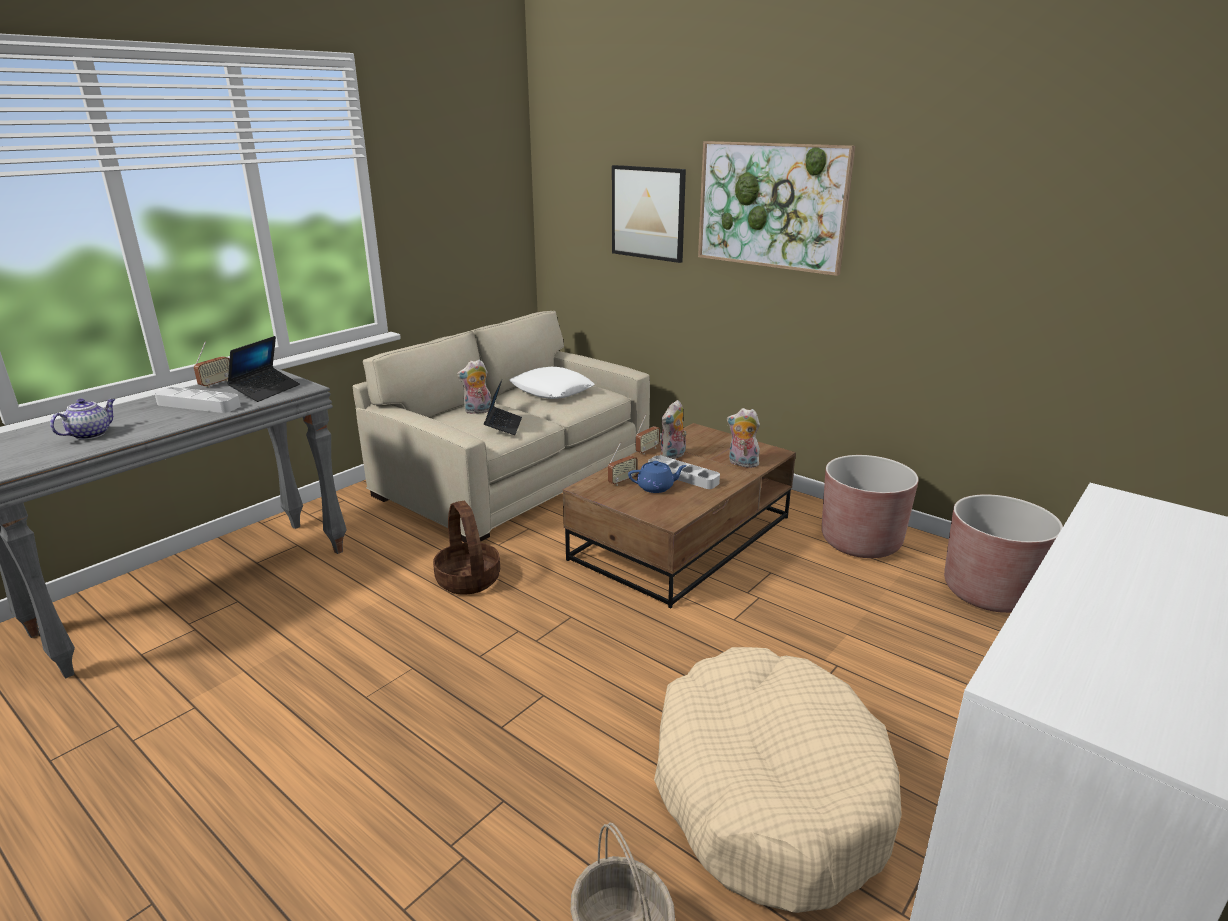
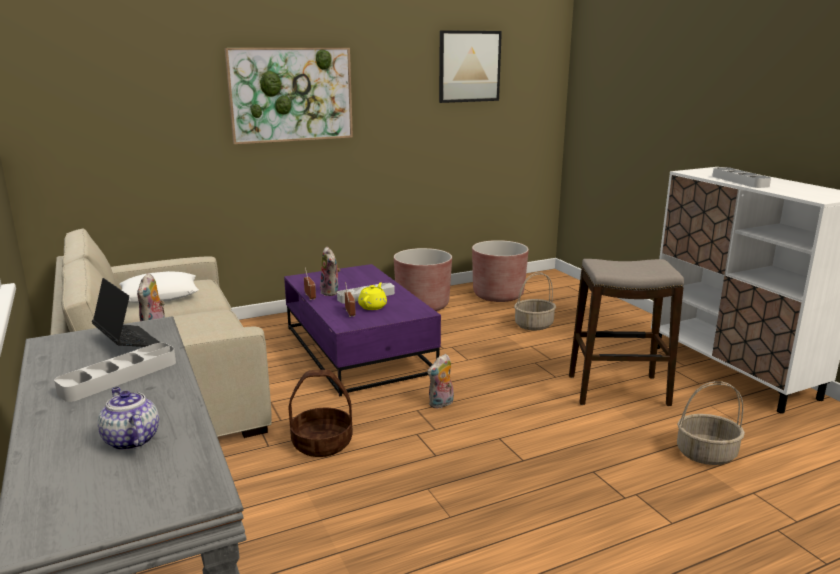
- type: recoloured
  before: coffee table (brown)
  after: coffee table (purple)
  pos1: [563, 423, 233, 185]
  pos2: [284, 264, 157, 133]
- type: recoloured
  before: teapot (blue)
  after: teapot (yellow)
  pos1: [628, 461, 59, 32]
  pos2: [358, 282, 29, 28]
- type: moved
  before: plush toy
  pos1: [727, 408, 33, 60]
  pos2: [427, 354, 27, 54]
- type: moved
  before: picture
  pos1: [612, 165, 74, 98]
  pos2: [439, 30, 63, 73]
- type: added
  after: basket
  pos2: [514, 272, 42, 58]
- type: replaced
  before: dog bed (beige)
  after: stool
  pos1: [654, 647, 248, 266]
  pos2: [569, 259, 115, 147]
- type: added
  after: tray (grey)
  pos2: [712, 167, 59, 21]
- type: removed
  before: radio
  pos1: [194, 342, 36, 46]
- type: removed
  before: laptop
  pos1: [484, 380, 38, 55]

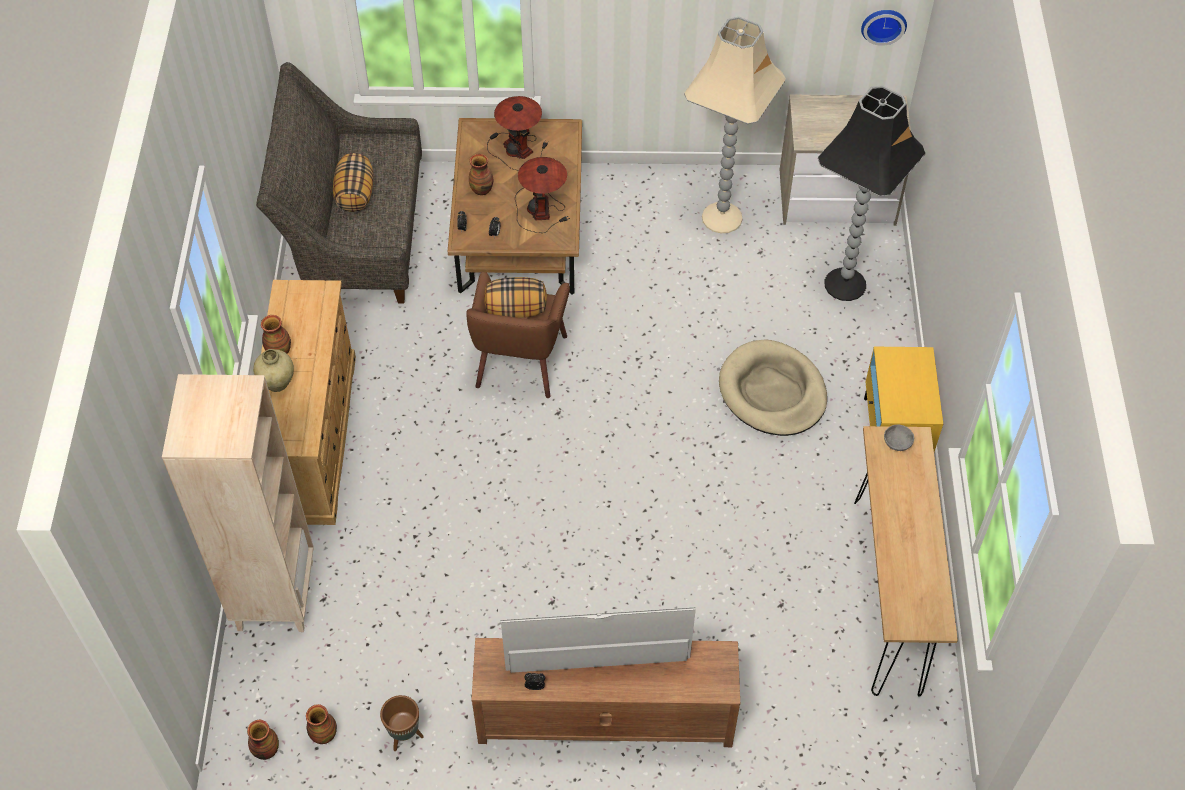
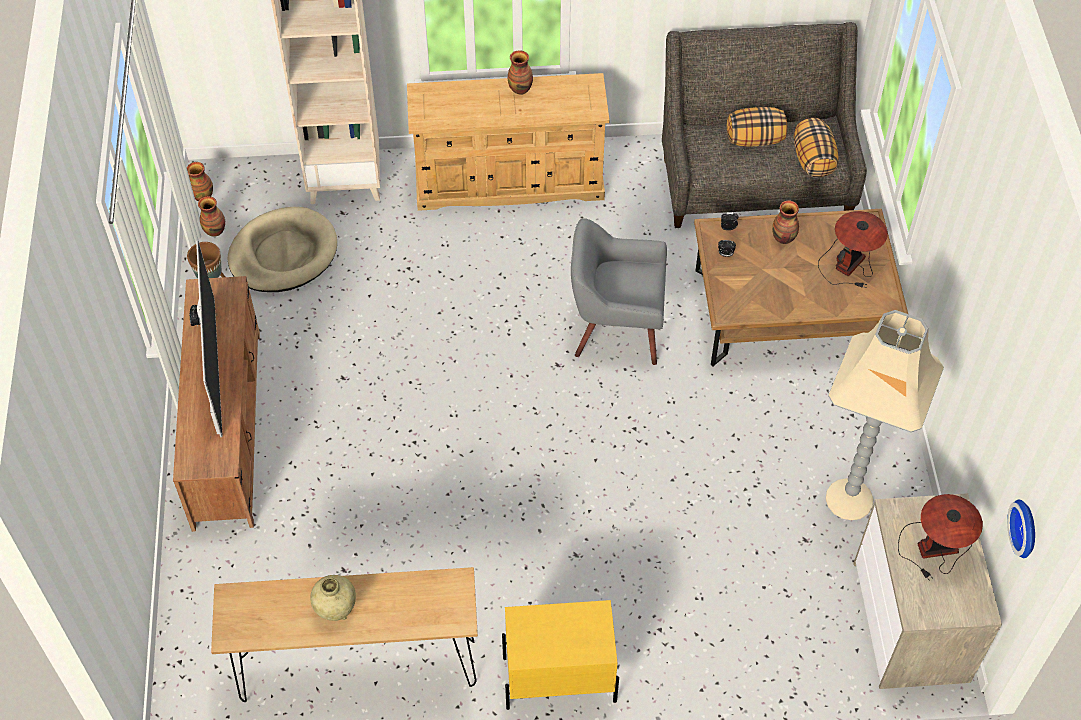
- type: moved
  before: dog bed (beige)
  pos1: [719, 339, 108, 97]
  pos2: [228, 207, 109, 85]
- type: moved
  before: vase (beige)
  pos1: [253, 349, 41, 43]
  pos2: [310, 575, 46, 46]
- type: recoloured
  before: armchair (brown)
  after: armchair (grey)
  pos1: [466, 272, 104, 126]
  pos2: [571, 218, 96, 147]
- type: moved
  before: pillow
  pos1: [484, 277, 63, 41]
  pos2: [794, 118, 45, 60]
- type: moved
  before: table lamp
  pos1: [515, 157, 55, 76]
  pos2: [898, 494, 85, 87]
- type: removed
  before: floor lamp (black)
  pos1: [818, 85, 108, 216]
- type: removed
  before: bowl (grey)
  pos1: [884, 424, 30, 27]

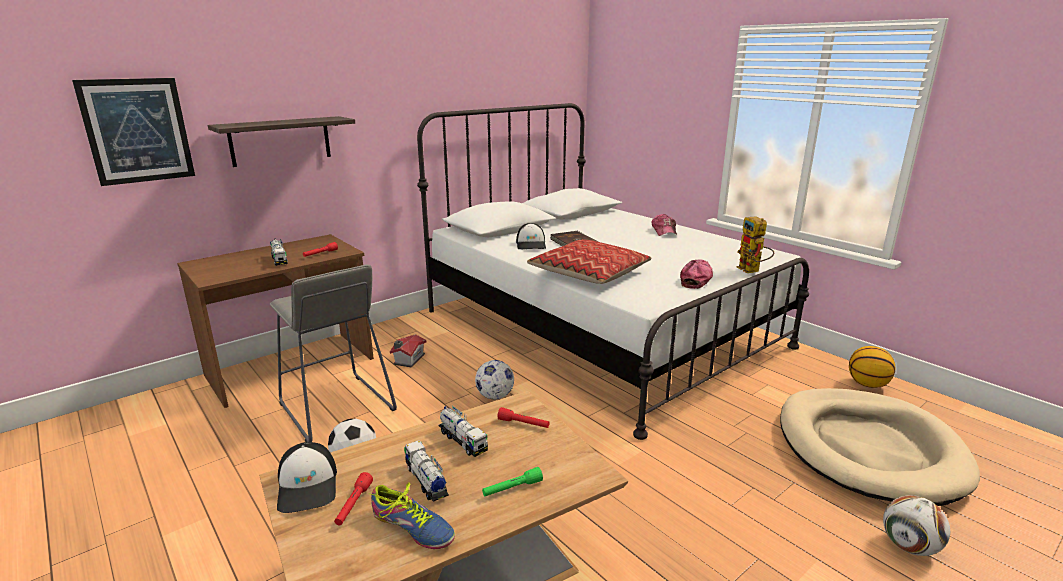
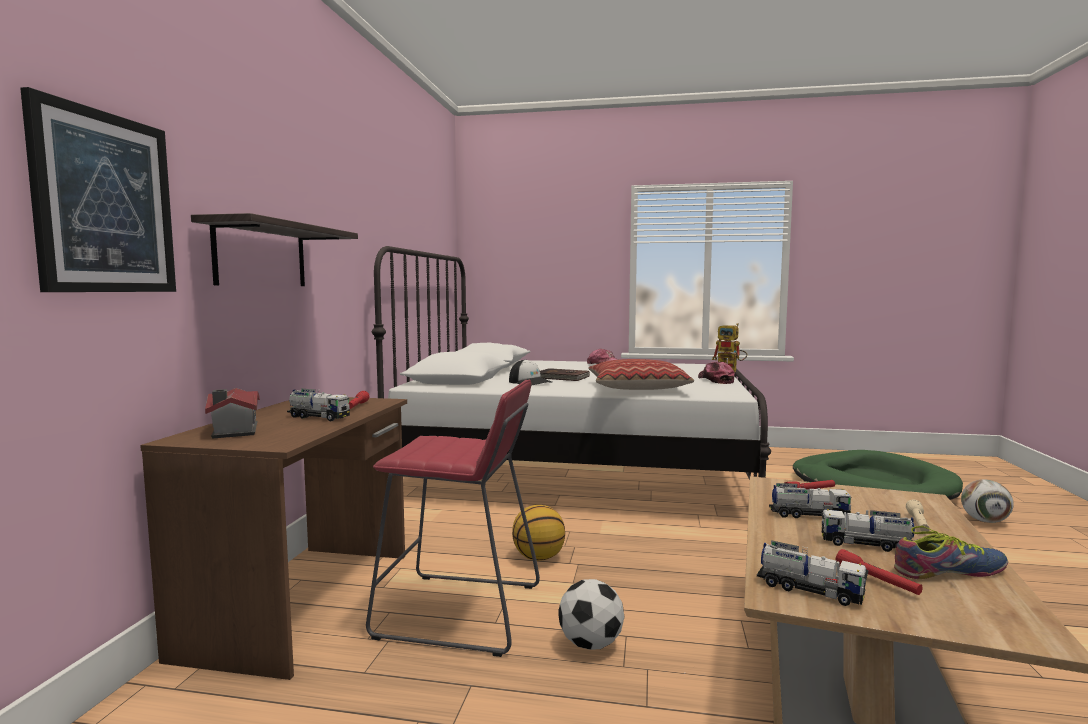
- type: moved
  before: toy house
  pos1: [390, 334, 36, 34]
  pos2: [205, 388, 55, 51]
- type: recoloured
  before: stool (grey)
  after: stool (red)
  pos1: [270, 265, 127, 177]
  pos2: [366, 380, 174, 277]
- type: moved
  before: basketball
  pos1: [849, 346, 46, 42]
  pos2: [512, 505, 53, 56]
- type: replaced
  before: cap
  after: toy truck
  pos1: [277, 442, 60, 71]
  pos2: [757, 540, 112, 66]
- type: recoloured
  before: dog bed (beige)
  after: dog bed (green)
  pos1: [780, 388, 200, 118]
  pos2: [793, 450, 170, 50]
- type: recoloured
  before: flashlight (green)
  after: flashlight (beige)
  pos1: [482, 467, 61, 29]
  pos2: [906, 499, 23, 33]
- type: removed
  before: football
  pos1: [475, 360, 39, 40]

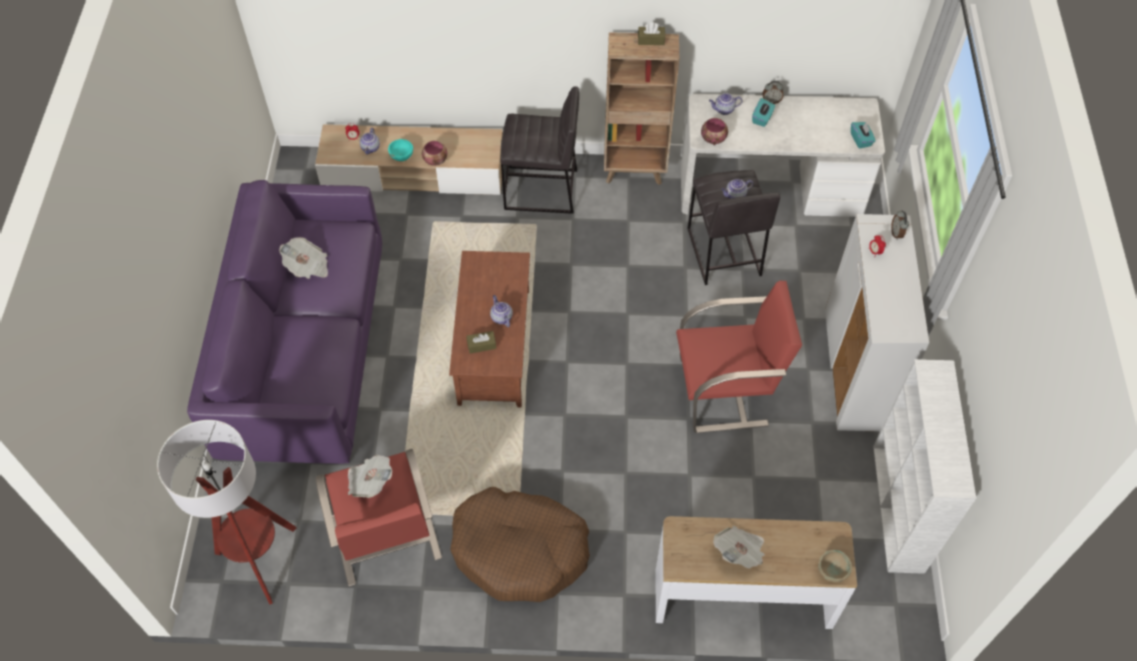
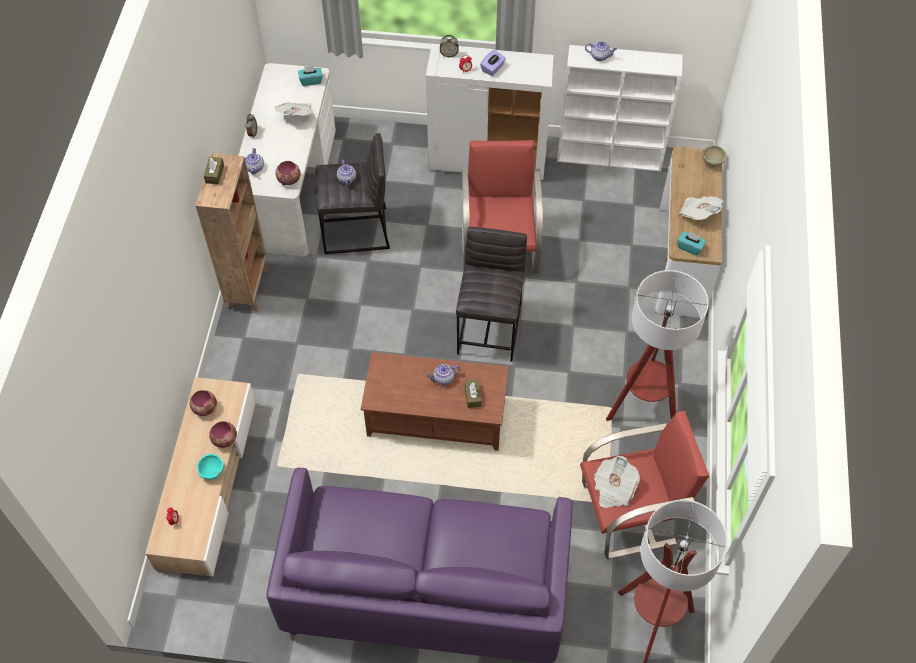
- type: added
  after: bowl
  pos2: [190, 390, 27, 26]
- type: moved
  before: newspaper
  pos1: [279, 237, 49, 42]
  pos2: [275, 102, 39, 14]
- type: moved
  before: stool (grey)
  pos1: [500, 87, 79, 127]
  pos2: [456, 227, 71, 134]
- type: added
  after: tissue box (purple)
  pos2: [480, 50, 26, 26]
- type: moved
  before: teapot
  pos1: [360, 128, 20, 26]
  pos2: [585, 41, 32, 20]
- type: replaced
  before: dog bed (brown)
  after: floor lamp
  pos1: [450, 487, 140, 115]
  pos2: [606, 270, 103, 151]
- type: moved
  before: tissue box (turquoise)
  pos1: [752, 98, 23, 29]
  pos2: [677, 232, 29, 24]

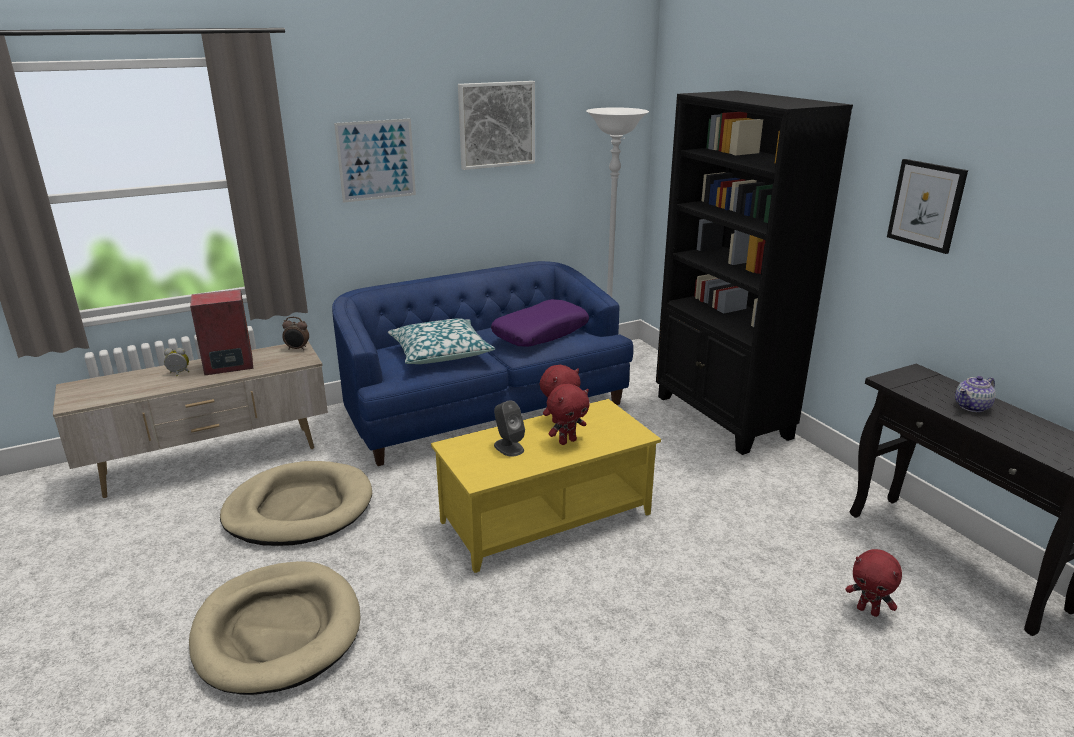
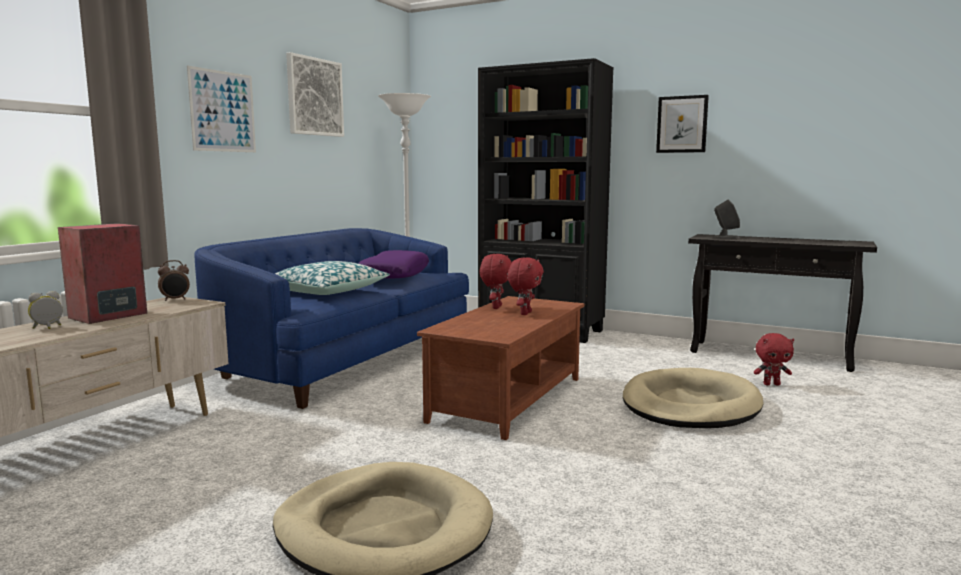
- type: recoloured
  before: coffee table (yellow)
  after: coffee table (brown)
  pos1: [431, 399, 230, 174]
  pos2: [417, 296, 167, 144]
- type: moved
  before: dog bed (beige)
  pos1: [220, 461, 152, 85]
  pos2: [623, 368, 141, 60]
- type: moved
  before: speaker (grey)
  pos1: [494, 400, 31, 57]
  pos2: [714, 199, 26, 39]
- type: removed
  before: teapot
  pos1: [955, 376, 41, 36]

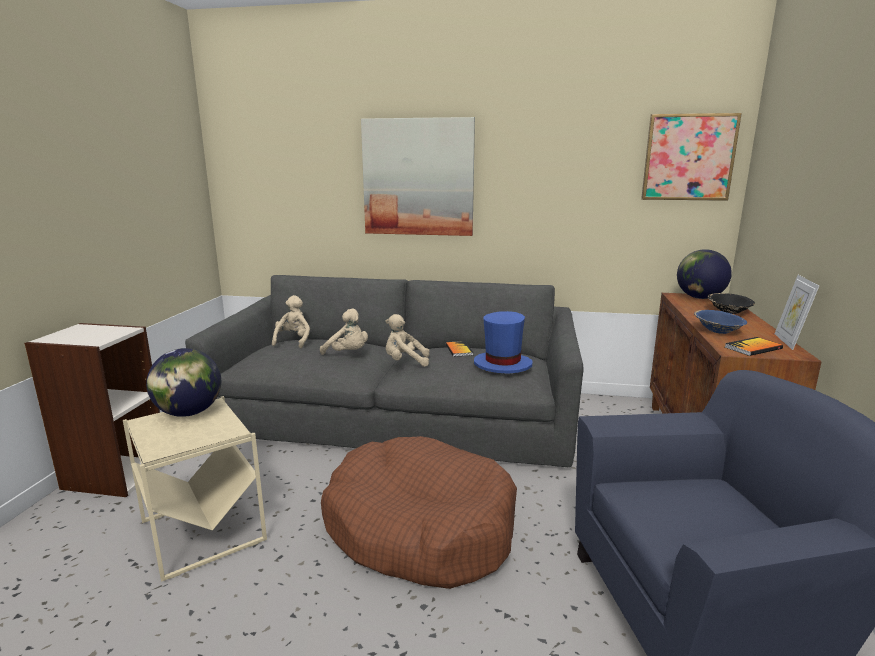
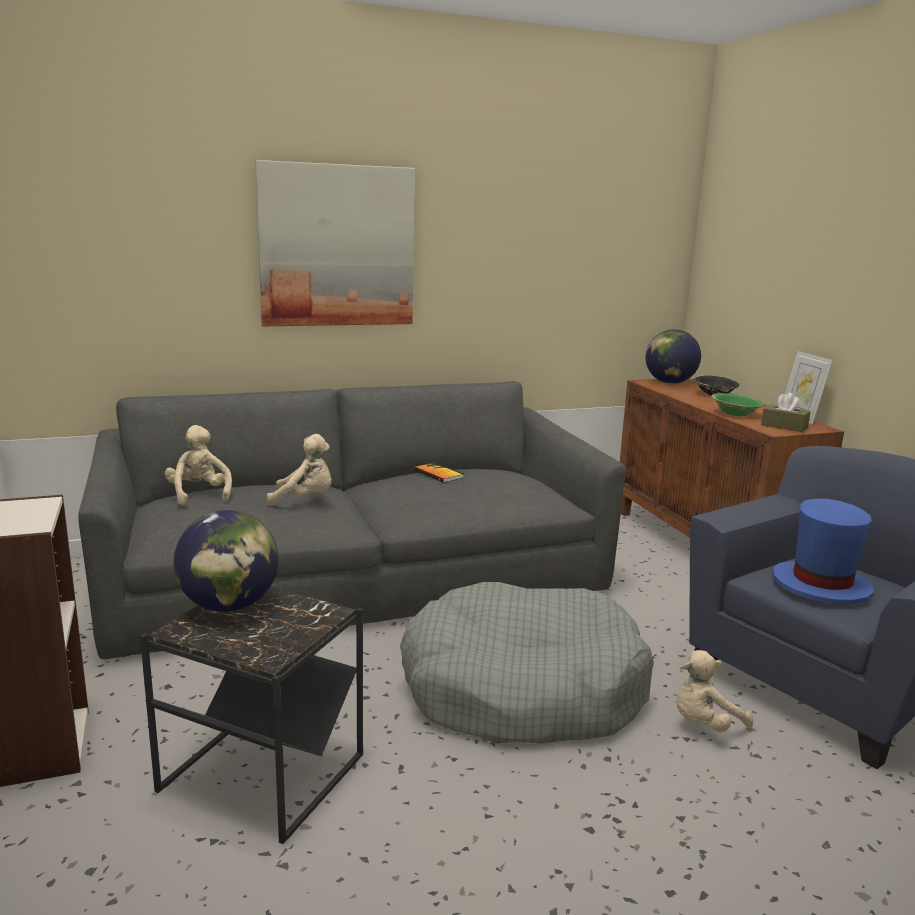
- type: recoloured
  before: side table (beige)
  after: side table (black)
  pos1: [123, 396, 144, 186]
  pos2: [140, 587, 223, 257]
- type: recoloured
  before: dog bed (brown)
  after: dog bed (grey)
  pos1: [321, 436, 196, 153]
  pos2: [400, 582, 254, 162]
- type: moved
  before: plush toy (beige)
  pos1: [385, 314, 45, 53]
  pos2: [676, 650, 77, 82]
- type: recoloured
  before: bowl (blue)
  after: bowl (green)
  pos1: [694, 310, 53, 24]
  pos2: [712, 393, 51, 23]
- type: replaced
  before: book
  after: tissue box (brown)
  pos1: [725, 337, 58, 19]
  pos2: [761, 393, 50, 39]
- type: moved
  before: hat (blue)
  pos1: [474, 311, 59, 63]
  pos2: [772, 498, 102, 106]
- type: removed
  before: picture
  pos1: [641, 113, 101, 88]

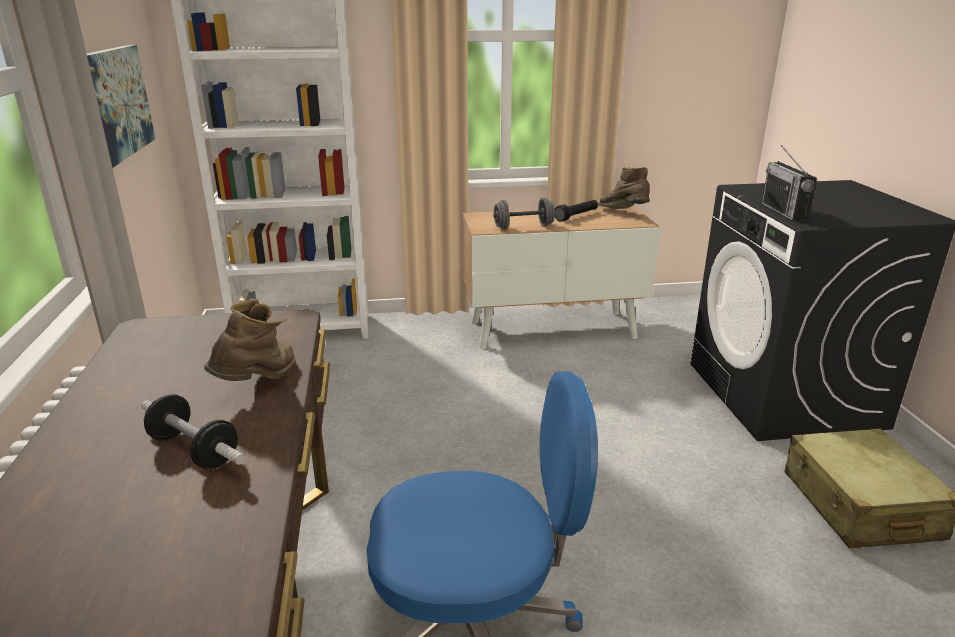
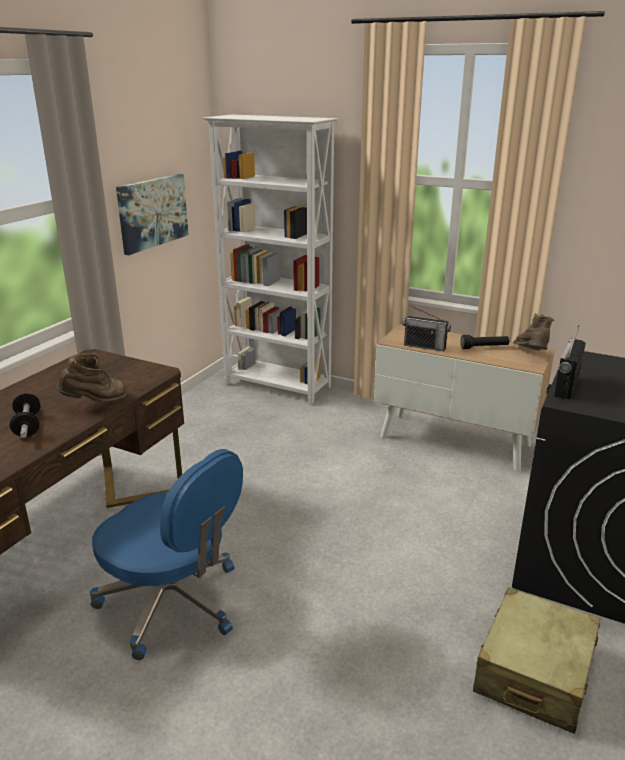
- type: replaced
  before: dumbbell (grey)
  after: radio
  pos1: [493, 197, 62, 33]
  pos2: [403, 306, 48, 45]

